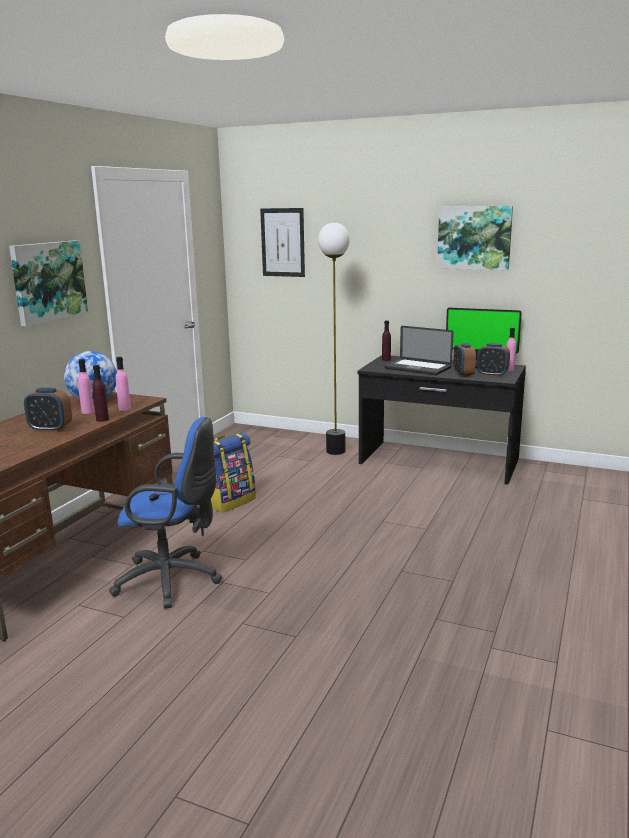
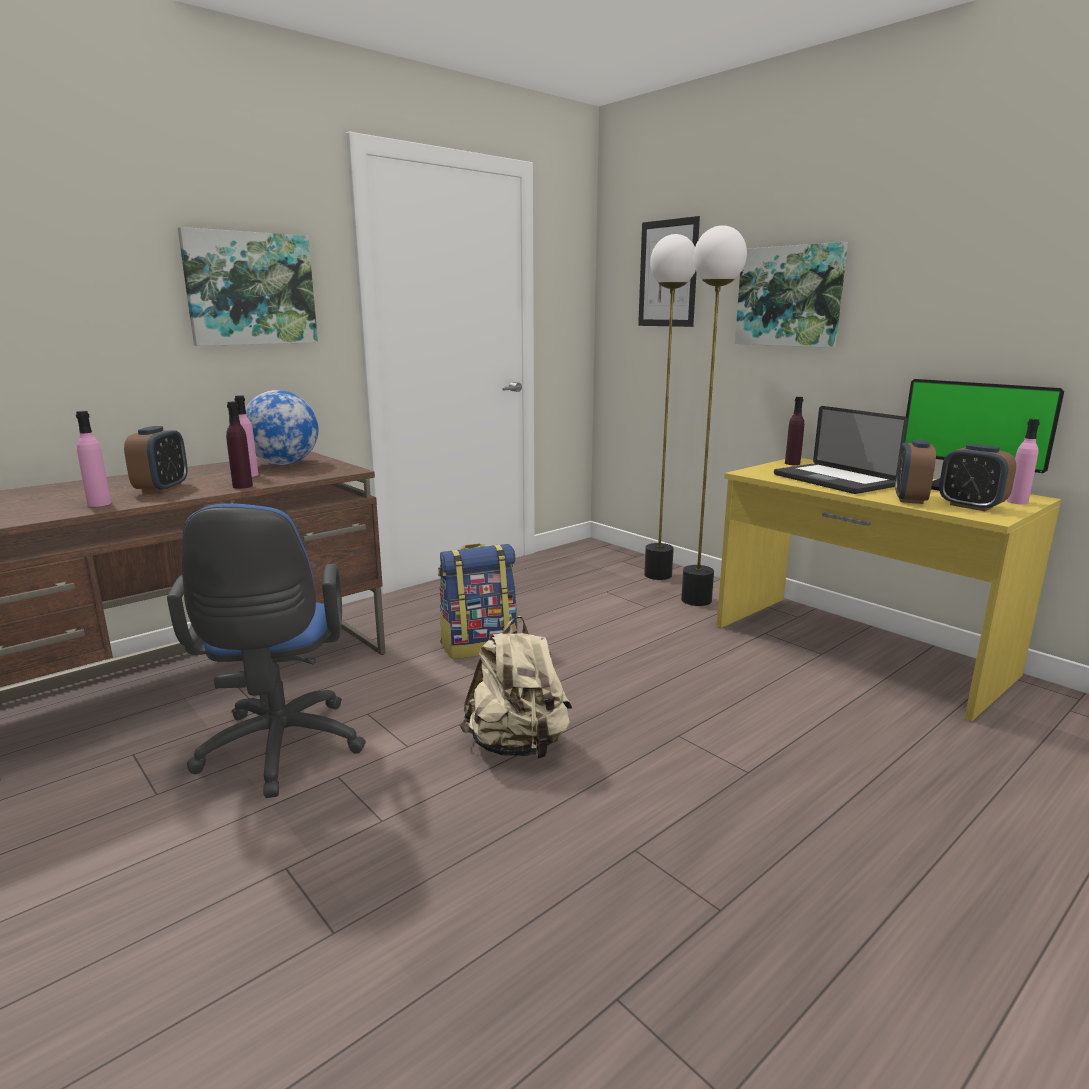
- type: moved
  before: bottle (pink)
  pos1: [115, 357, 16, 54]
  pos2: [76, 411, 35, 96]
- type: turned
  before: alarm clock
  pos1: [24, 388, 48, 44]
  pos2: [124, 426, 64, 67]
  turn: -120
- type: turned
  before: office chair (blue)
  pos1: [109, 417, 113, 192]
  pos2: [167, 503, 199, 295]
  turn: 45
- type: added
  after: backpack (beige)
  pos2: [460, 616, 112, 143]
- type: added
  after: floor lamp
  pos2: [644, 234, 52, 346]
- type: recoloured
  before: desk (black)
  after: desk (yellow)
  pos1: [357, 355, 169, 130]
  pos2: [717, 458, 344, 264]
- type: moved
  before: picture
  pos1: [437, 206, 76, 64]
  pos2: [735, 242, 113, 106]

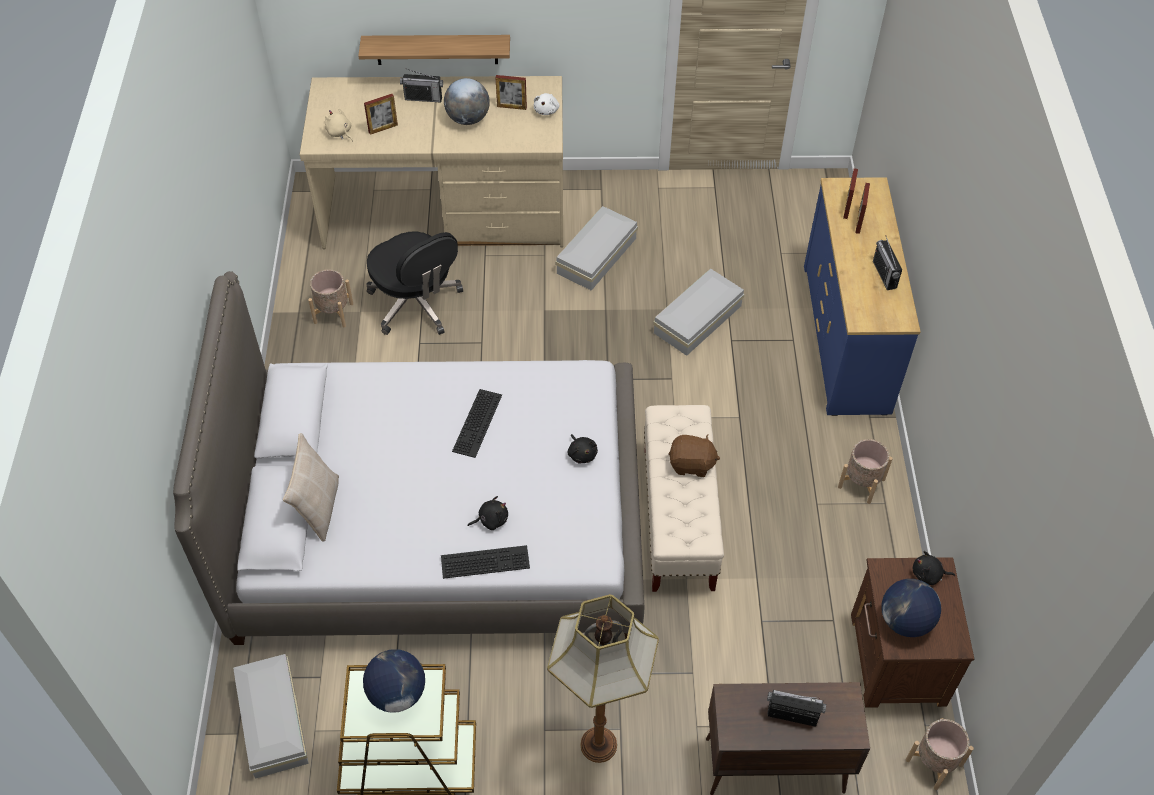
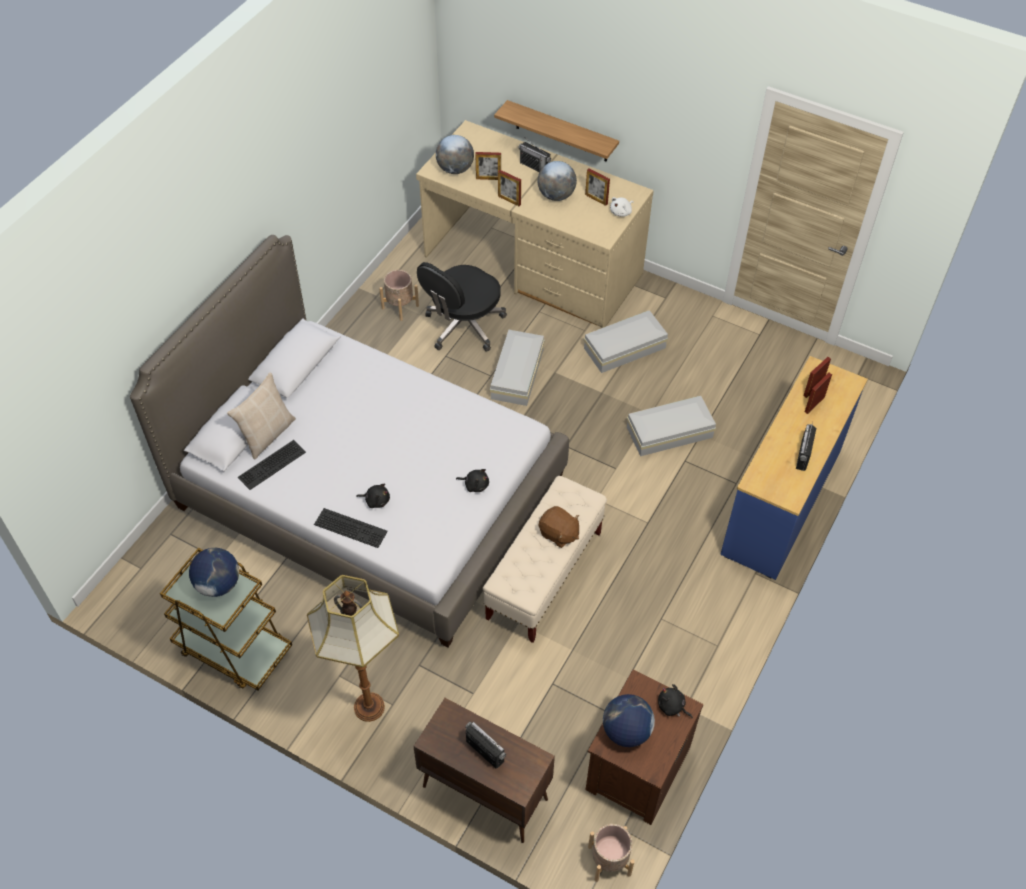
- type: moved
  before: keyboard
  pos1: [452, 389, 50, 69]
  pos2: [238, 440, 68, 50]
- type: turned
  before: office chair (black)
  pos1: [367, 231, 96, 104]
  pos2: [417, 262, 90, 90]
  turn: 45
- type: replaced
  before: plush toy (beige)
  after: globe
  pos1: [325, 108, 28, 34]
  pos2: [436, 135, 38, 39]
- type: turned
  before: plush toy (black)
  pos1: [567, 434, 31, 29]
  pos2: [456, 469, 33, 23]
  turn: -75
- type: moved
  before: storage box (white)
  pos1: [233, 654, 76, 125]
  pos2: [490, 330, 55, 76]
- type: added
  after: picture frame
  pos2: [498, 170, 23, 36]
- type: removed
  before: planter (beige)
  pos1: [838, 439, 55, 65]

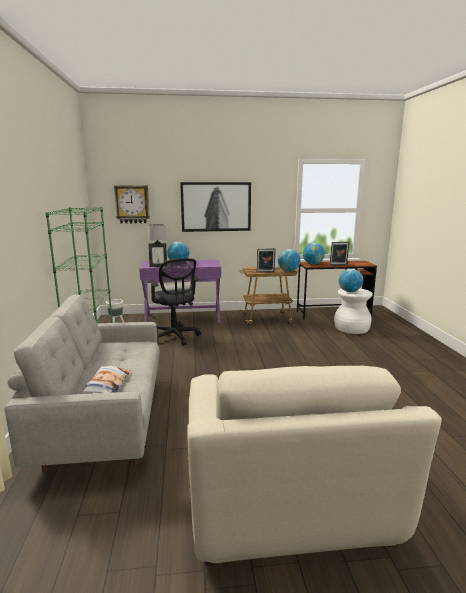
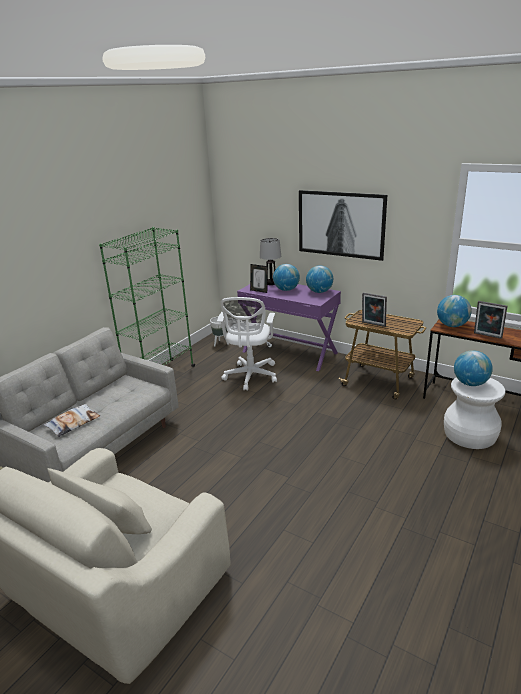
- type: recoloured
  before: office chair (black)
  after: office chair (white)
  pos1: [148, 258, 53, 87]
  pos2: [217, 297, 60, 94]
- type: moved
  before: globe
  pos1: [278, 249, 23, 22]
  pos2: [306, 265, 27, 28]
- type: removed
  before: wall clock
  pos1: [114, 185, 36, 39]

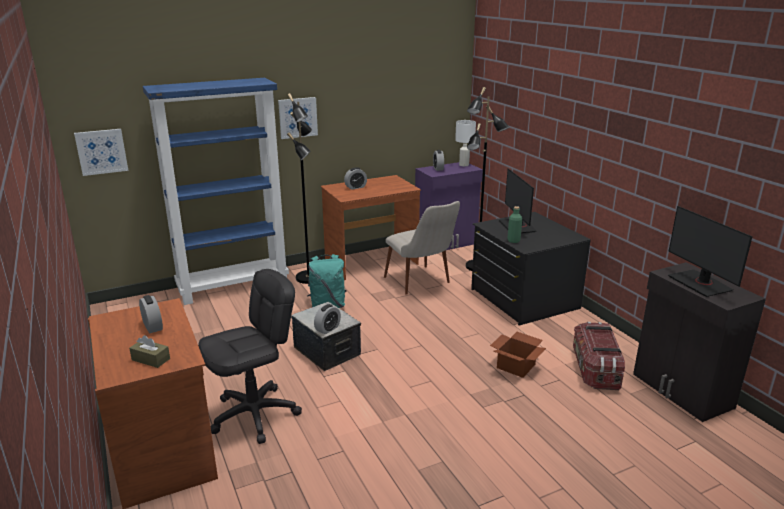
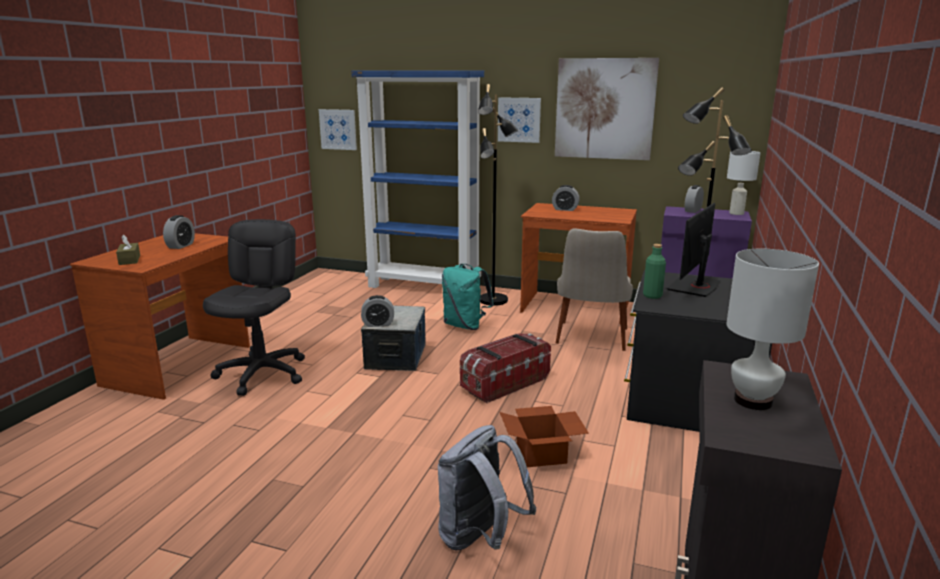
- type: turned
  before: office chair (black)
  pos1: [198, 269, 104, 175]
  pos2: [203, 219, 102, 177]
  turn: -90
- type: added
  after: backpack (grey)
  pos2: [438, 425, 98, 126]
- type: moved
  before: storage box
  pos1: [573, 322, 52, 68]
  pos2: [460, 333, 91, 70]
- type: added
  after: picture
  pos2: [555, 58, 104, 102]
- type: replaced
  before: monitor
  after: table lamp (white)
  pos1: [668, 206, 85, 91]
  pos2: [726, 249, 93, 161]

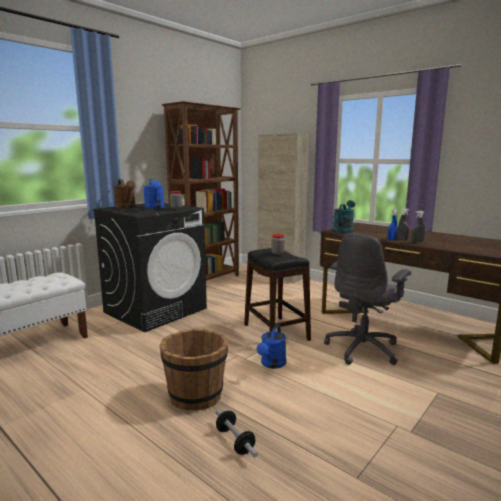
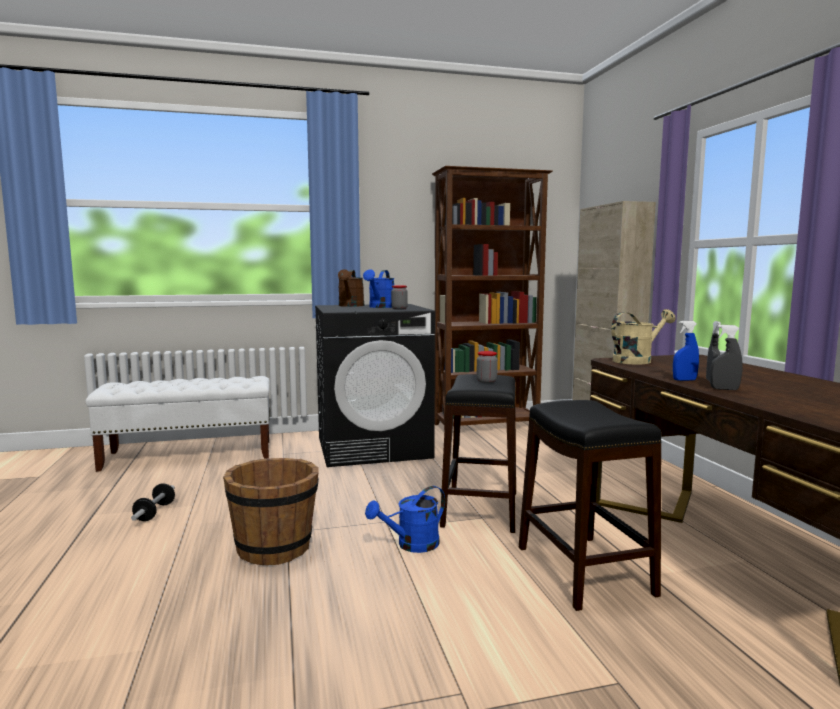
- type: moved
  before: dumbbell
  pos1: [216, 410, 42, 47]
  pos2: [131, 483, 44, 38]
- type: replaced
  before: office chair (grey)
  after: stool (black)
  pos1: [324, 233, 87, 132]
  pos2: [519, 400, 143, 211]
- type: recoloured
  before: watering can (turquoise)
  after: watering can (beige)
  pos1: [332, 200, 23, 33]
  pos2: [611, 309, 64, 55]

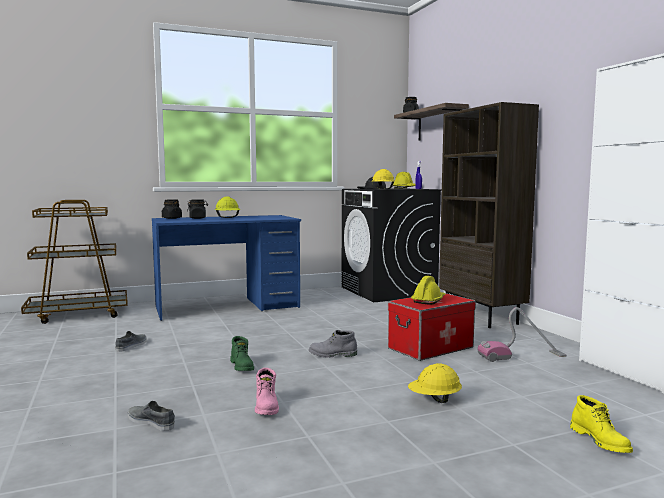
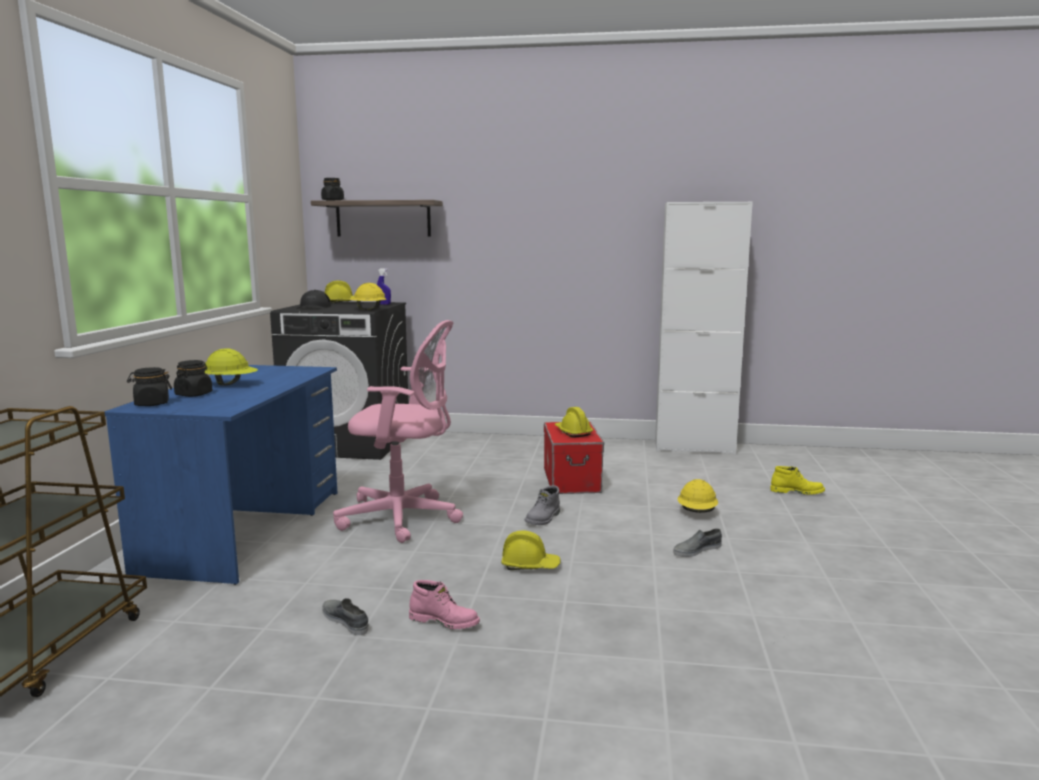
- type: added
  after: office chair (pink)
  pos2: [333, 320, 130, 223]
- type: moved
  before: boot (pink)
  pos1: [255, 368, 24, 47]
  pos2: [409, 580, 71, 49]
- type: replaced
  before: boot (green)
  after: hard hat (yellow)
  pos1: [230, 336, 24, 35]
  pos2: [501, 531, 60, 39]
- type: moved
  before: shoe (grey)
  pos1: [128, 401, 47, 30]
  pos2: [673, 528, 49, 29]
- type: removed
  before: bookcase (brown)
  pos1: [439, 102, 100, 226]
- type: removed
  before: vacuum cleaner
  pos1: [477, 307, 90, 55]

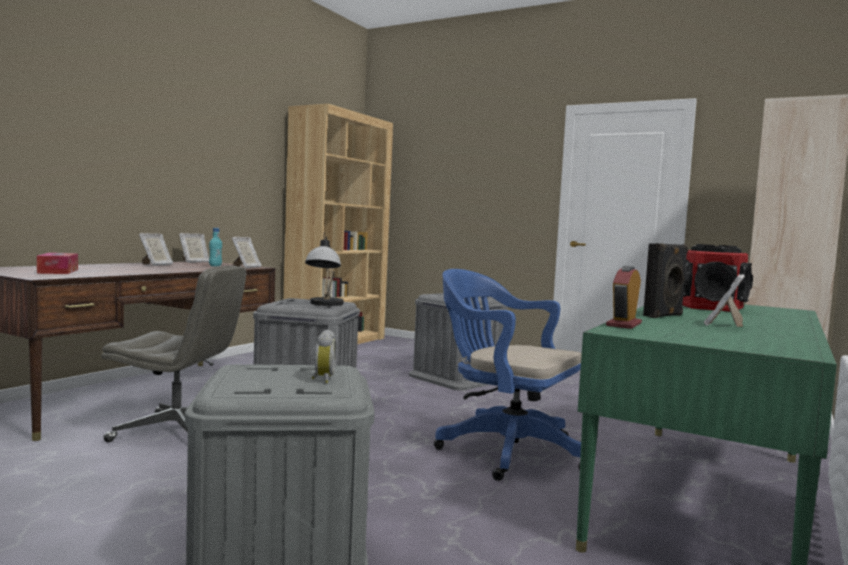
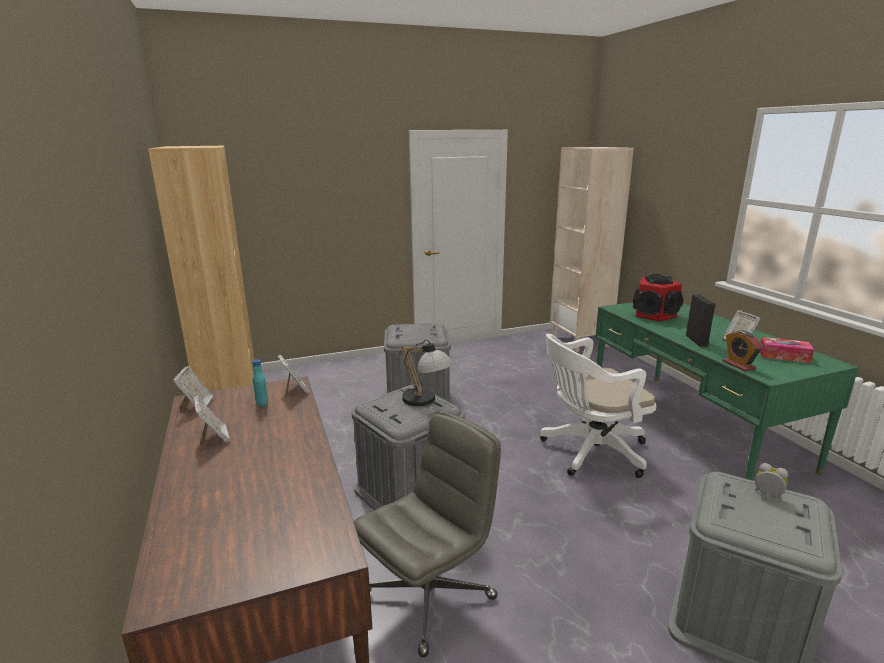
- type: recoloured
  before: office chair (blue)
  after: office chair (white)
  pos1: [434, 269, 148, 212]
  pos2: [540, 334, 117, 144]
- type: moved
  before: tissue box
  pos1: [37, 253, 41, 21]
  pos2: [760, 337, 54, 26]

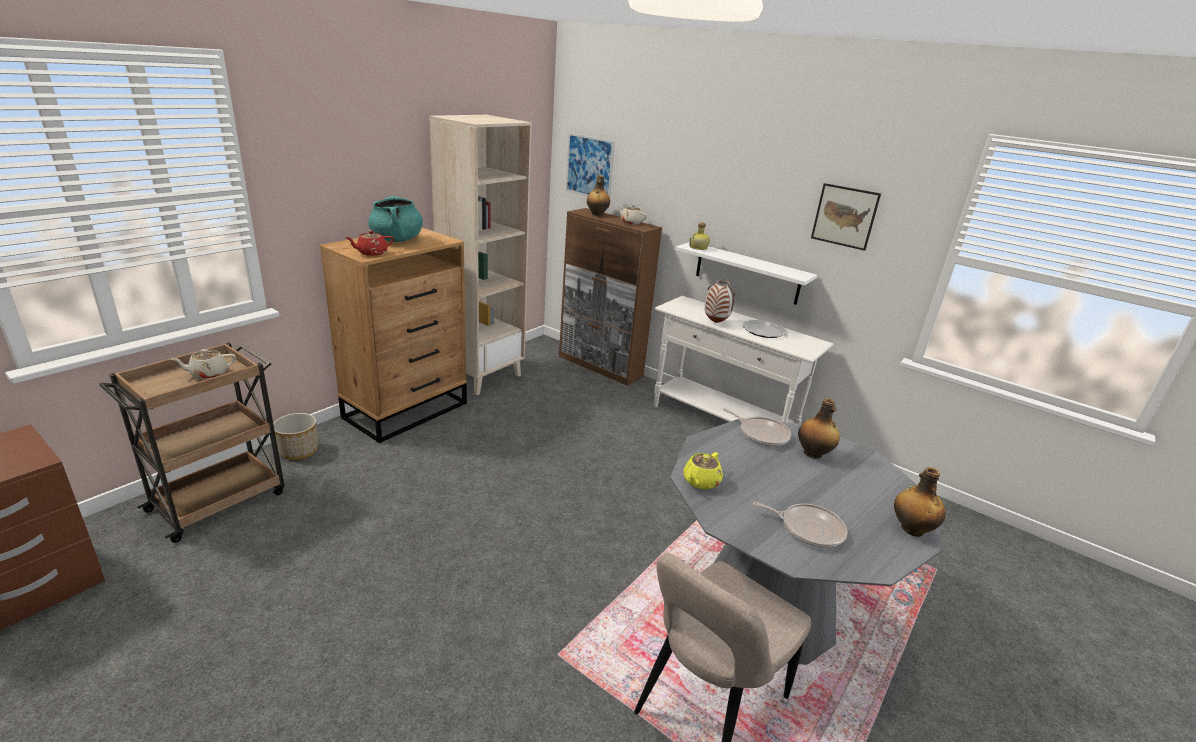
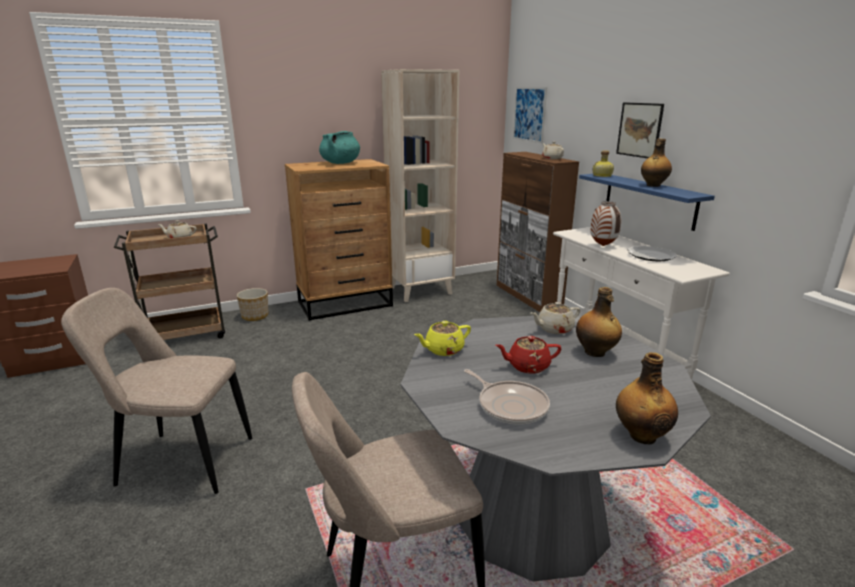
- type: added
  after: chair (beige)
  pos2: [61, 288, 191, 206]
- type: moved
  before: teapot (red)
  pos1: [345, 230, 49, 26]
  pos2: [495, 336, 66, 38]
- type: replaced
  before: frying pan
  after: teapot (beige)
  pos1: [722, 408, 69, 39]
  pos2: [531, 302, 49, 32]
- type: recoloured
  before: shelf (white)
  after: shelf (blue)
  pos1: [675, 242, 142, 63]
  pos2: [579, 174, 136, 57]
- type: moved
  before: picture
  pos1: [811, 183, 70, 68]
  pos2: [616, 102, 48, 56]
- type: moved
  before: bottle
  pos1: [587, 175, 23, 41]
  pos2: [641, 138, 31, 49]

